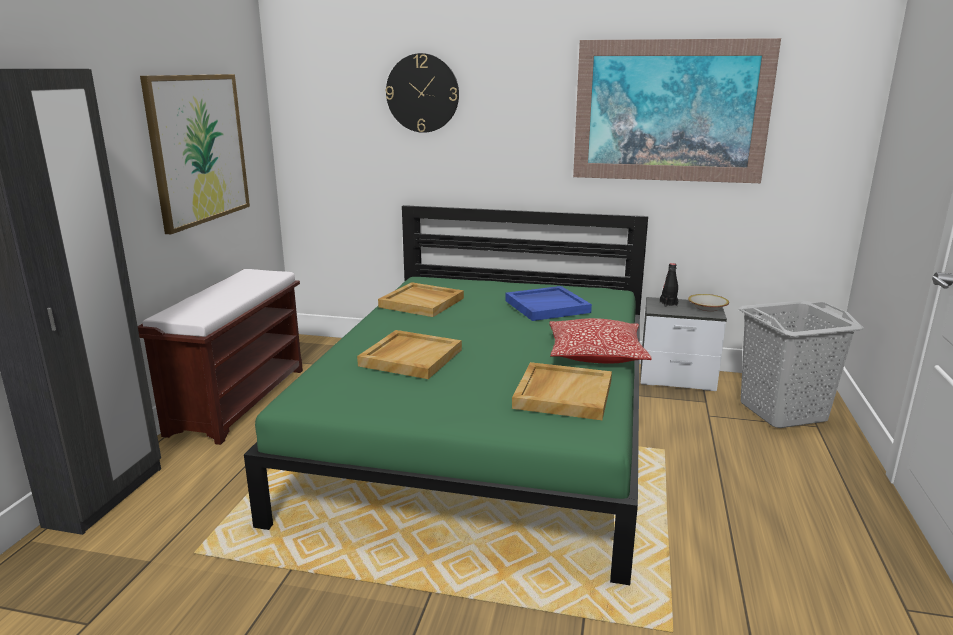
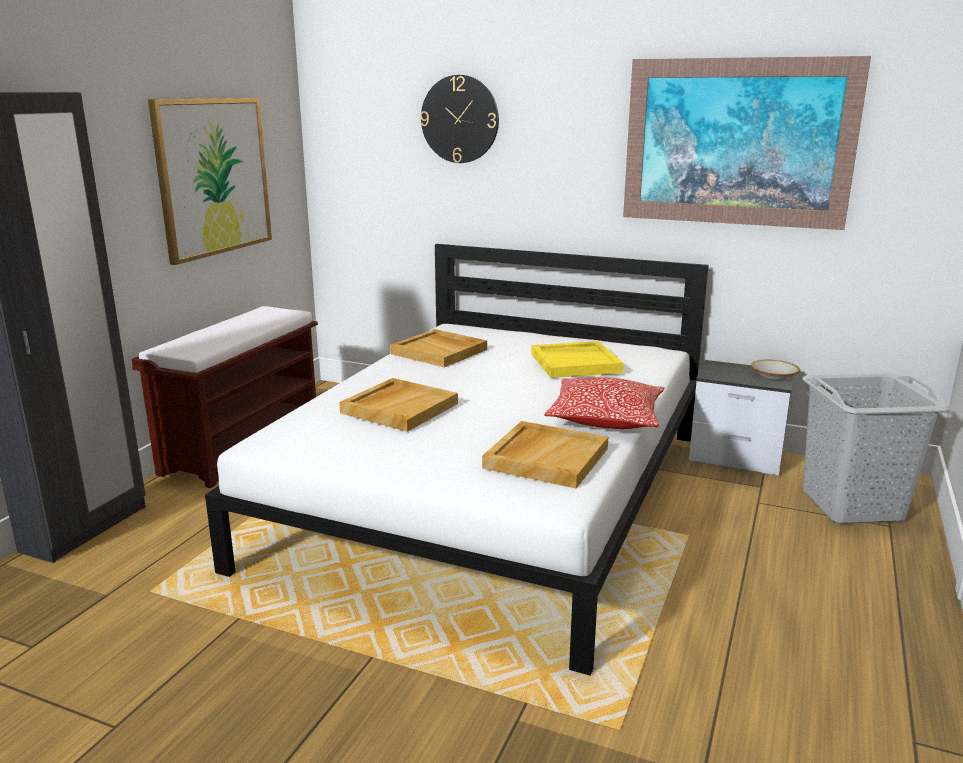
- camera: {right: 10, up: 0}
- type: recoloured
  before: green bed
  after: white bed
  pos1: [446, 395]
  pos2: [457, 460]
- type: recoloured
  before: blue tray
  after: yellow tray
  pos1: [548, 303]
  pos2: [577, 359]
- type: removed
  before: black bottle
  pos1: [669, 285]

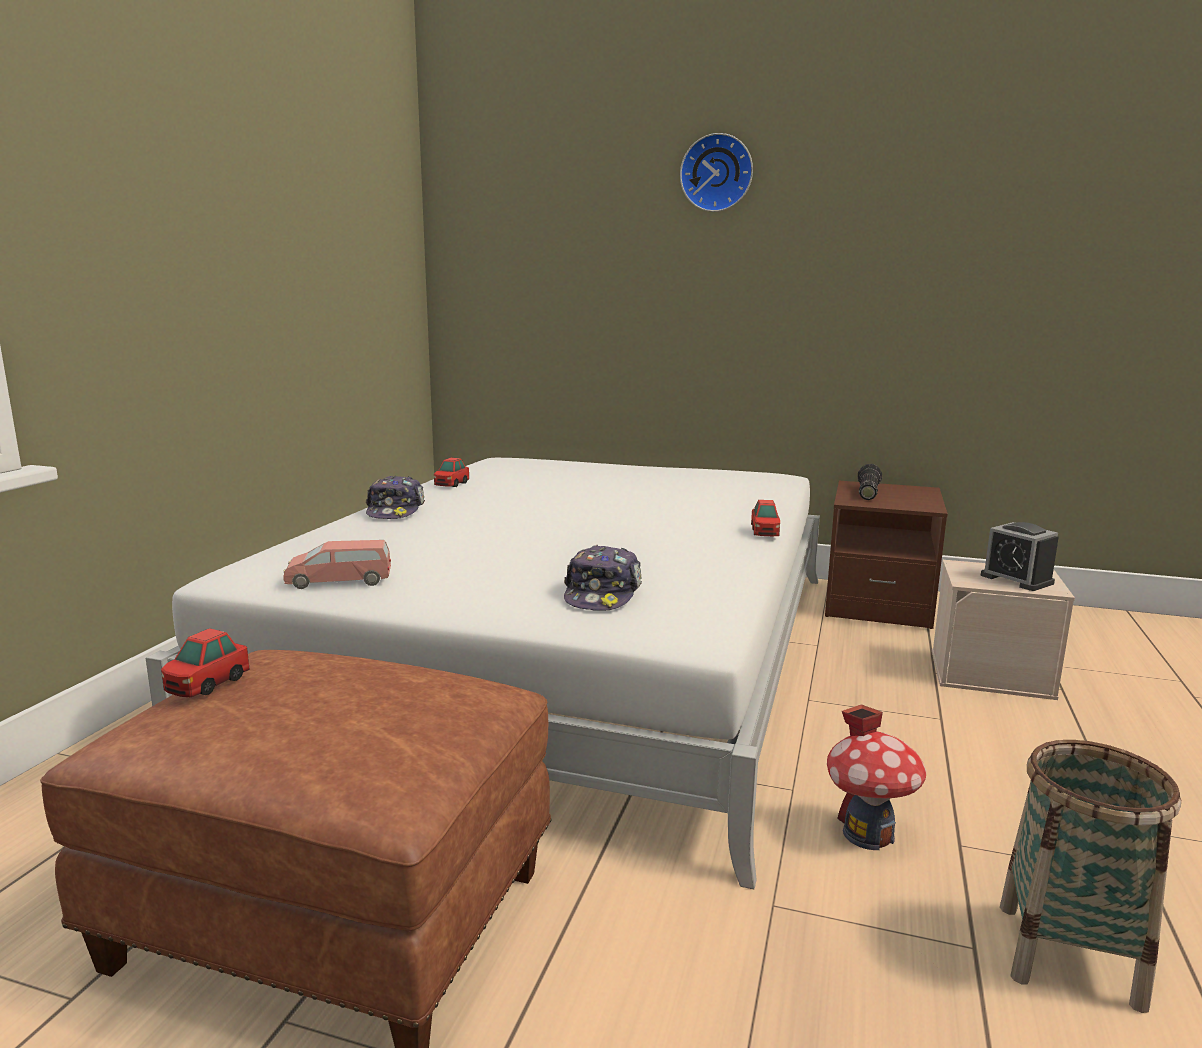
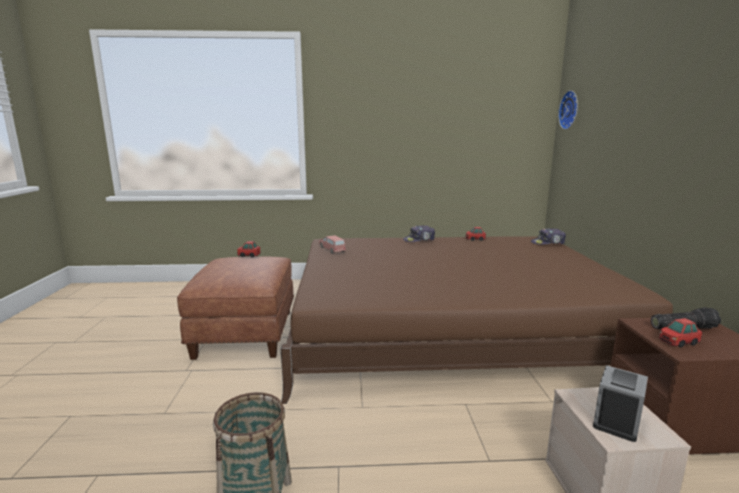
- camera: {right: 70, up: 0}
- type: recoloured
  before: white bed
  after: brown bed
  pos1: [483, 673]
  pos2: [477, 320]
- type: moved
  before: cap
  pos1: [603, 578]
  pos2: [548, 236]
- type: moved
  before: wall clock
  pos1: [716, 172]
  pos2: [568, 110]
- type: moved
  before: toy car
  pos1: [765, 518]
  pos2: [680, 332]
- type: removed
  before: toy house
  pos1: [876, 777]

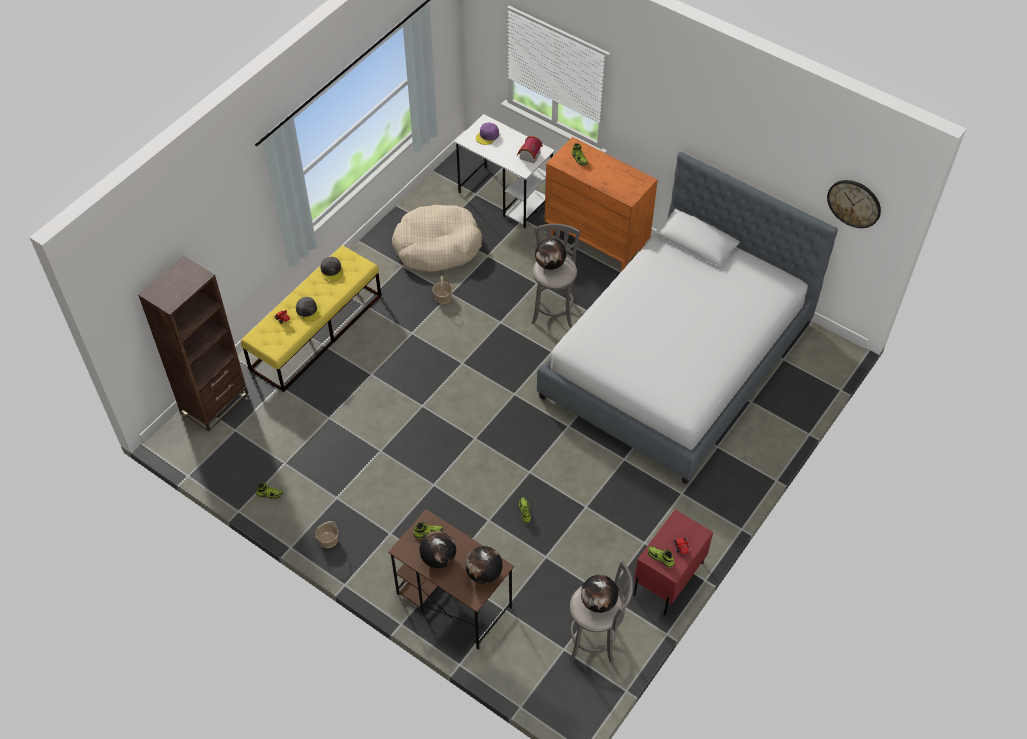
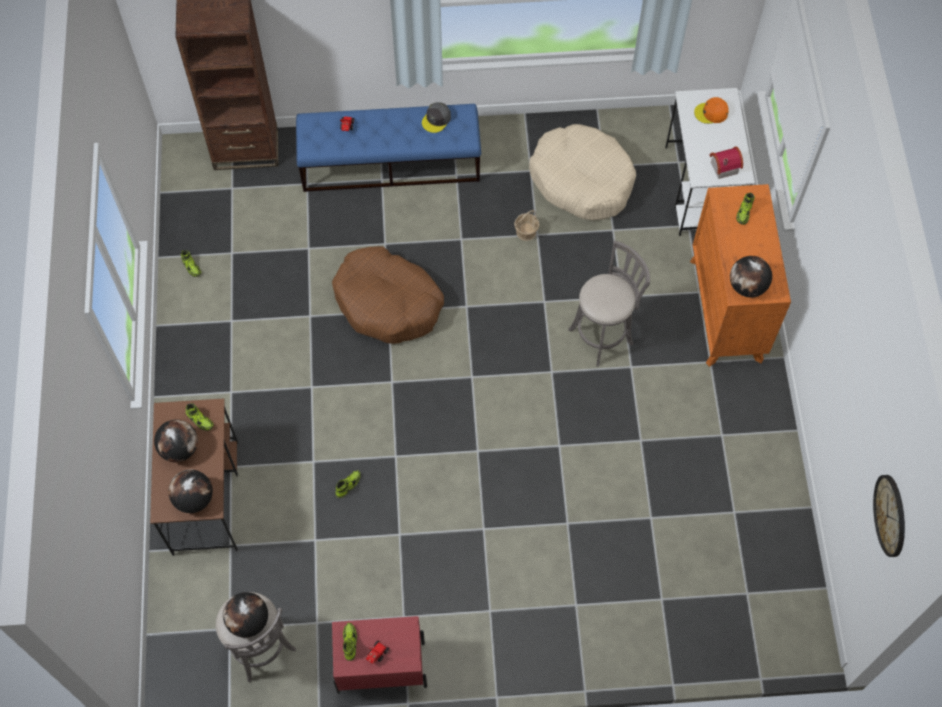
- camera: {right: 50, up: 10}
- type: recoloured
  before: yellow bench
  after: blue bench
  pos1: [311, 318]
  pos2: [388, 148]
- type: removed
  before: grey cap
  pos1: [309, 309]
- type: removed
  before: basket
  pos1: [327, 534]
- type: recoloured
  before: purple cap
  after: orange cap
  pos1: [487, 133]
  pos2: [711, 110]
- type: moved
  before: globe
  pos1: [550, 254]
  pos2: [751, 277]
- type: removed
  before: bed
  pos1: [687, 318]
- type: added
  after: brown dog bed
  pos2: [388, 295]

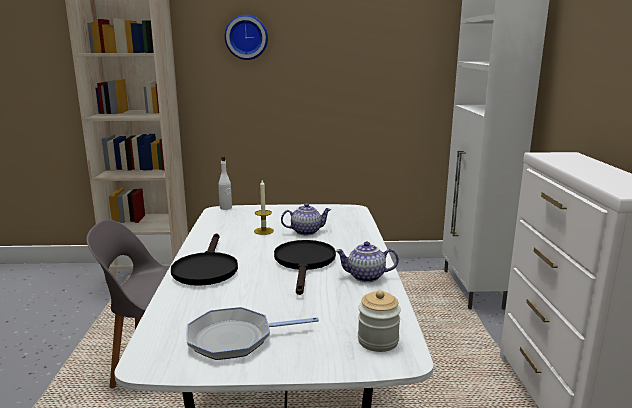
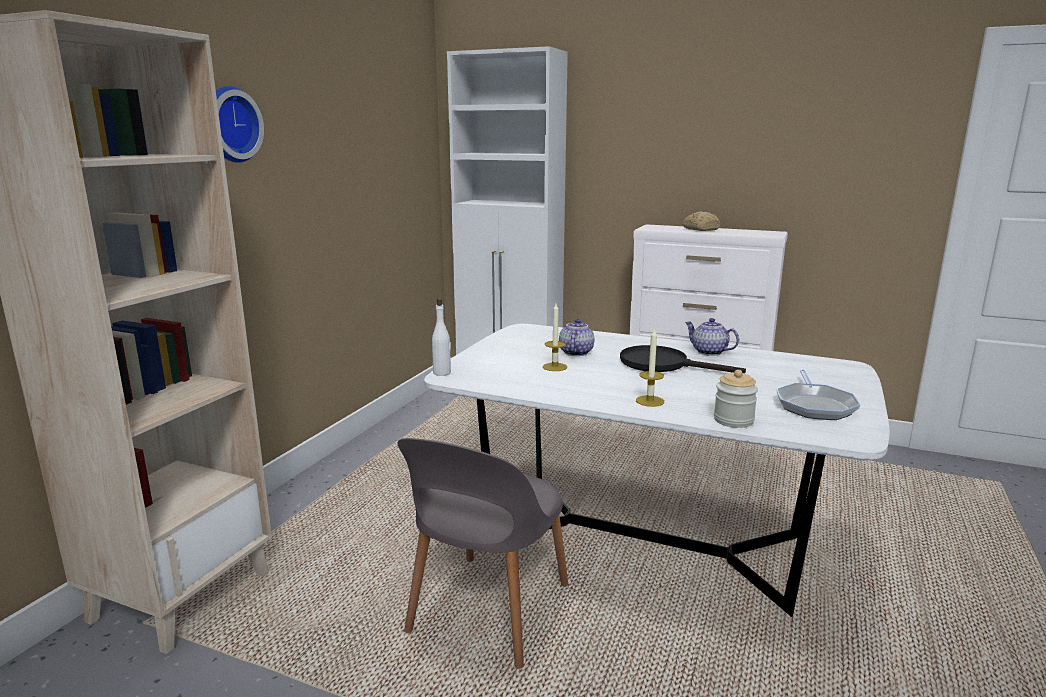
- camera: {right: -65, up: 0}
- type: replaced
  before: black frying pan
  after: candle
  pos1: [204, 259]
  pos2: [650, 367]
- type: turned
  before: teapot
  pos1: [367, 262]
  pos2: [712, 337]
  turn: 105
- type: moved
  before: jar
  pos1: [379, 321]
  pos2: [736, 399]
- type: added
  after: bread
  pos2: [701, 221]

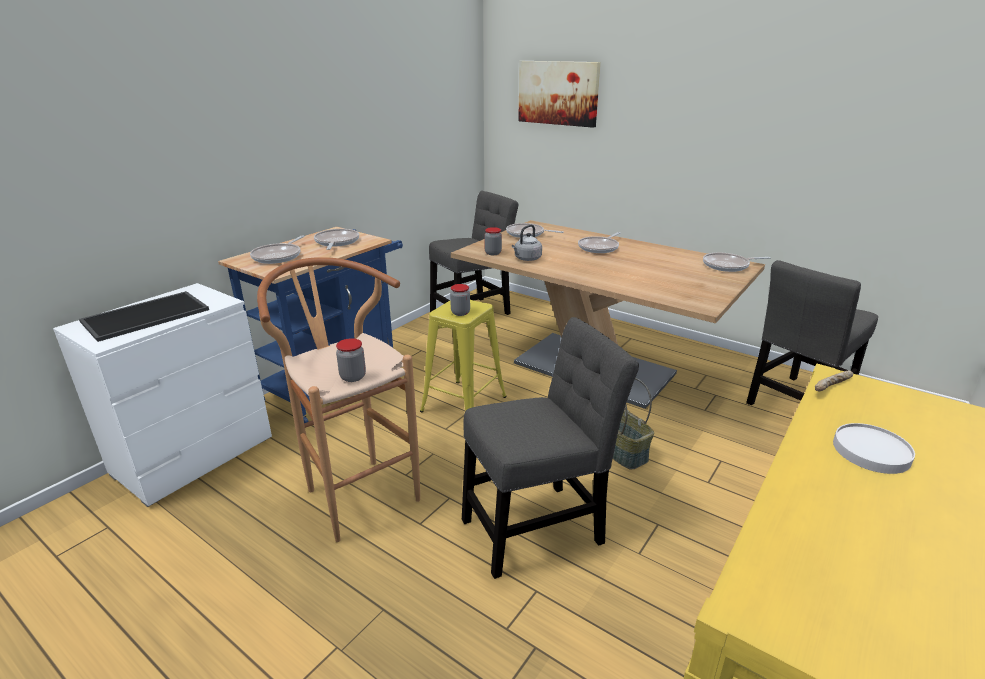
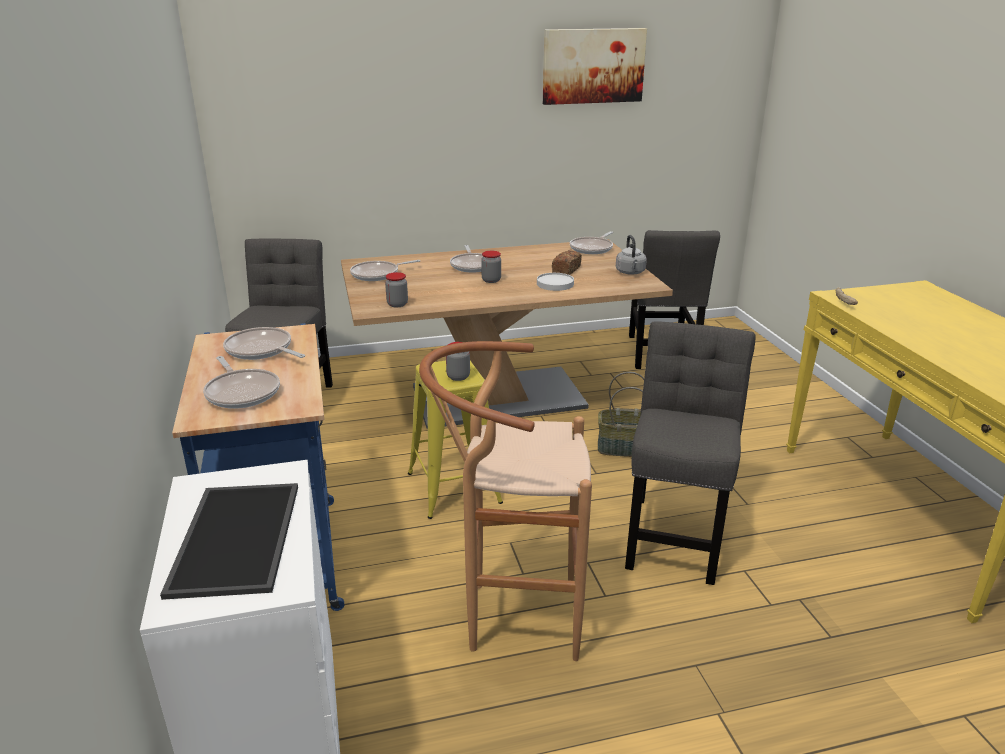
- camera: {right: -50, up: 0}
- type: moved
  before: jar
  pos1: [351, 360]
  pos2: [491, 267]
- type: moved
  before: grey kettle
  pos1: [527, 243]
  pos2: [631, 255]
- type: moved
  before: picture
  pos1: [559, 94]
  pos2: [595, 66]
- type: moved
  before: white plate
  pos1: [874, 448]
  pos2: [555, 282]
- type: added
  after: bread
  pos2: [567, 262]

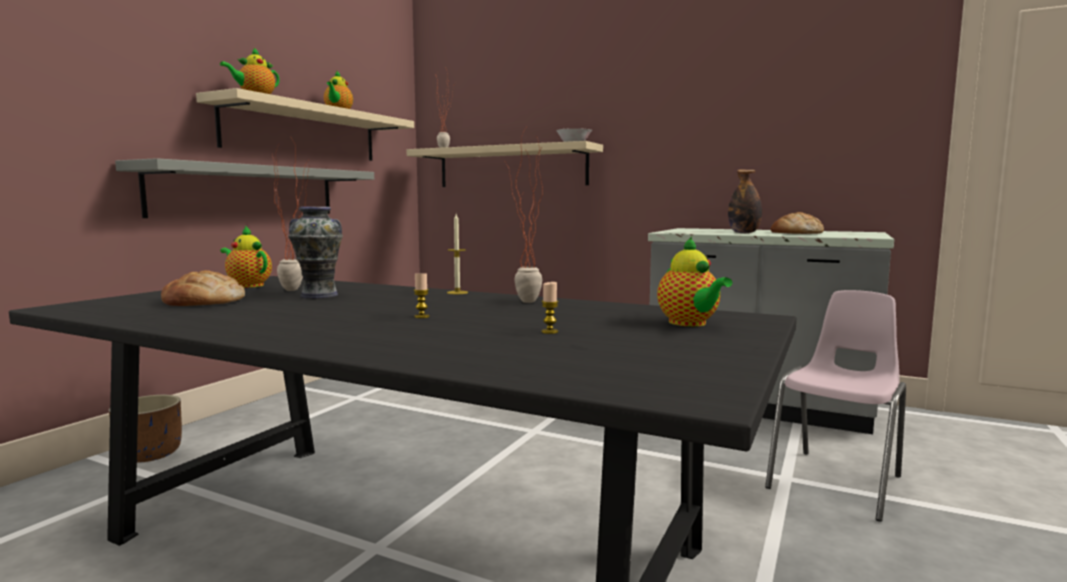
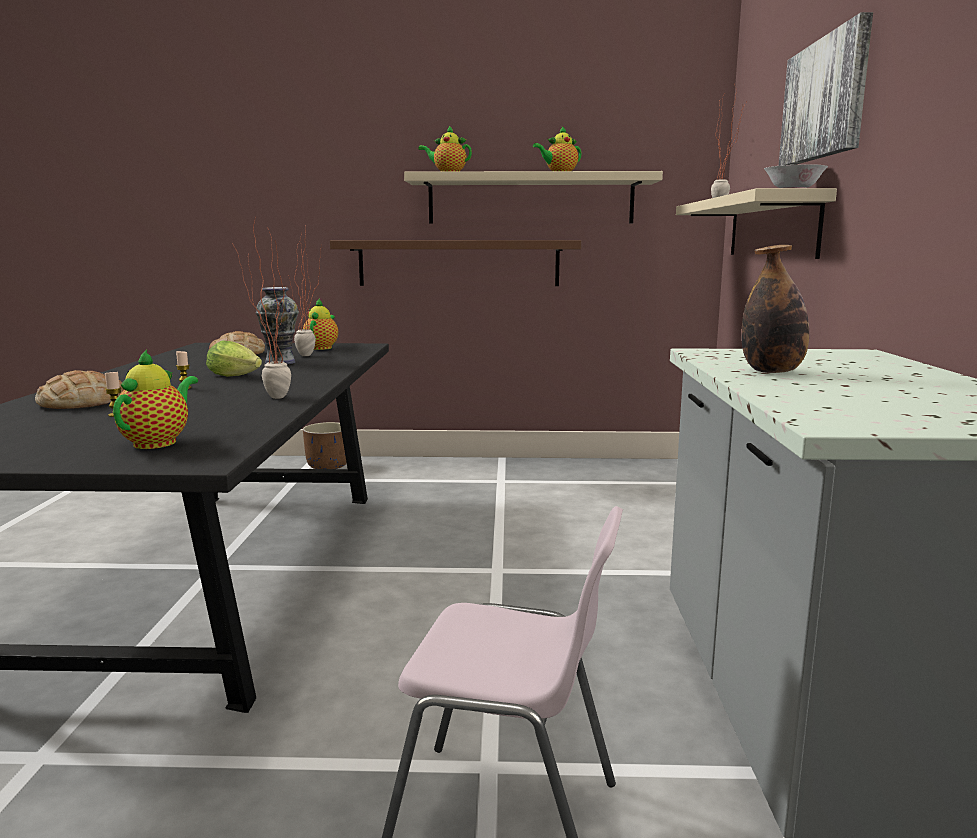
- camera: {right: 65, up: 5}
- type: recoloured
  before: grey shelf
  after: brown shelf
  pos1: [244, 188]
  pos2: [455, 263]
- type: removed
  before: candle
  pos1: [457, 254]
- type: turned
  before: teapot
  pos1: [694, 281]
  pos2: [155, 399]
  turn: 150
- type: moved
  before: bread
  pos1: [797, 223]
  pos2: [79, 389]
- type: added
  after: lettuce
  pos2: [234, 358]
- type: added
  after: picture
  pos2: [825, 89]

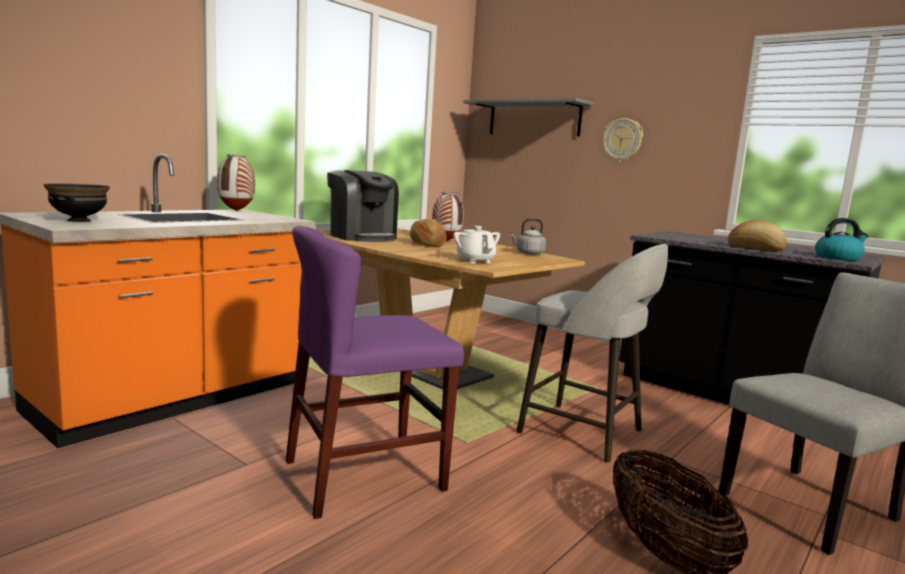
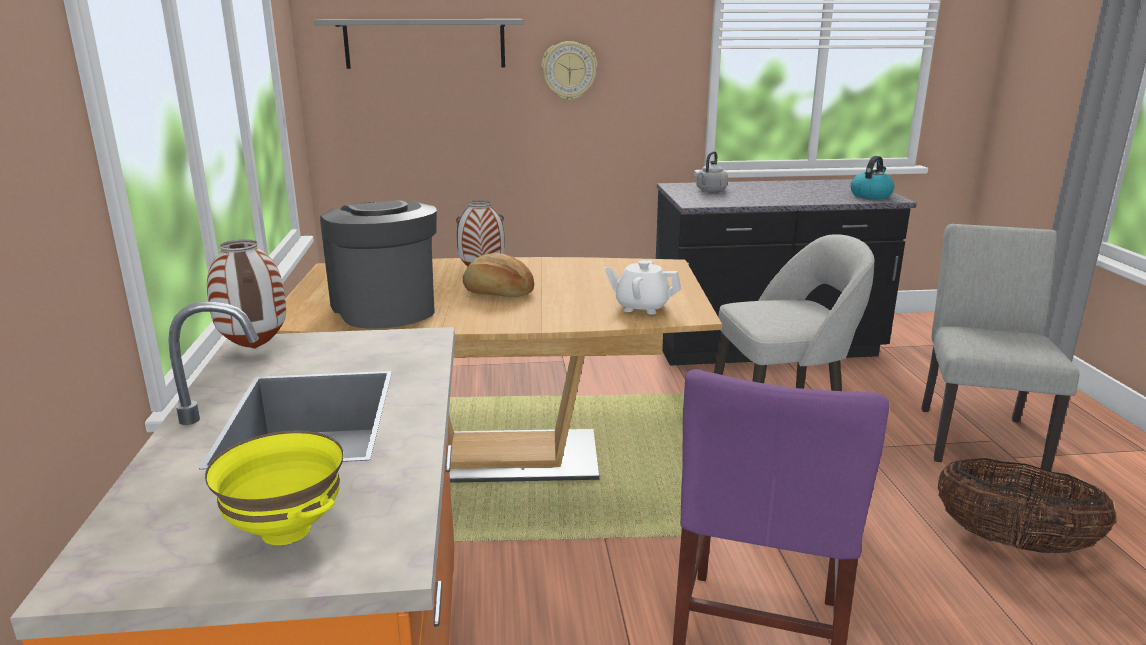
- camera: {right: -45, up: 10}
- type: recoloured
  before: black bowl
  after: yellow bowl
  pos1: [76, 202]
  pos2: [274, 488]
- type: turned
  before: coffee machine
  pos1: [363, 206]
  pos2: [378, 264]
  turn: -120
- type: moved
  before: grey kettle
  pos1: [528, 236]
  pos2: [712, 171]
- type: removed
  before: bread
  pos1: [757, 236]

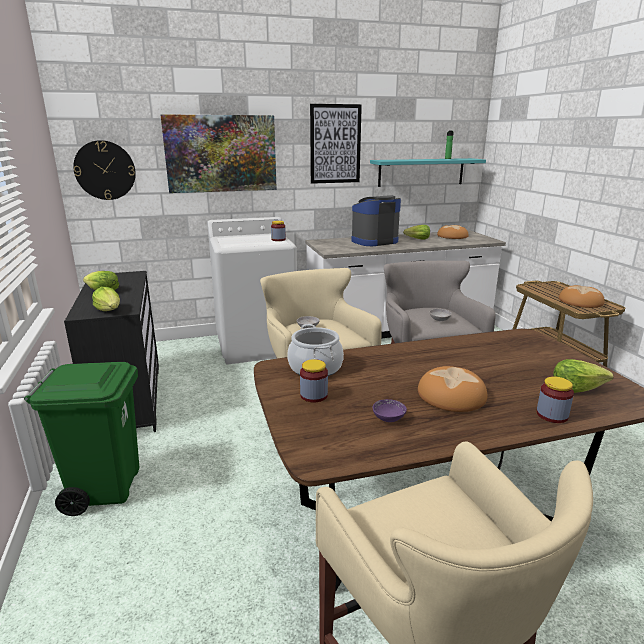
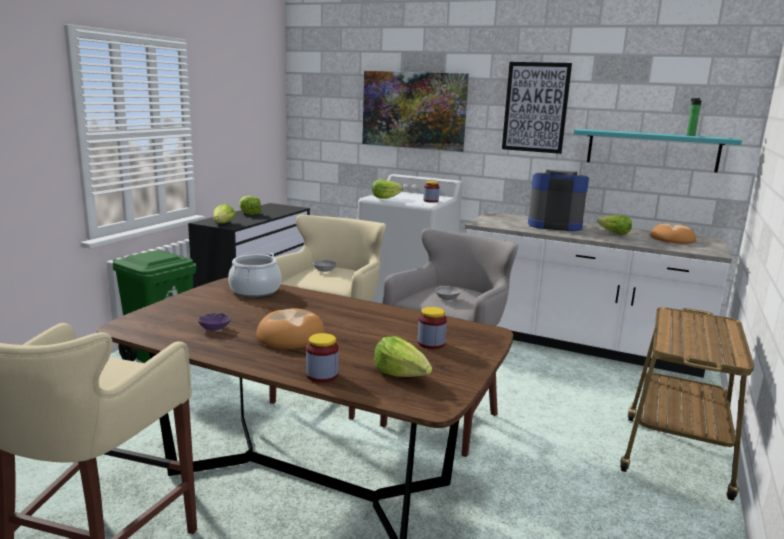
- camera: {right: 40, up: -5}
- type: removed
  before: wall clock
  pos1: [104, 170]
- type: moved
  before: jar
  pos1: [314, 380]
  pos2: [432, 328]
- type: removed
  before: bread
  pos1: [582, 296]
- type: added
  after: lettuce
  pos2: [387, 189]

